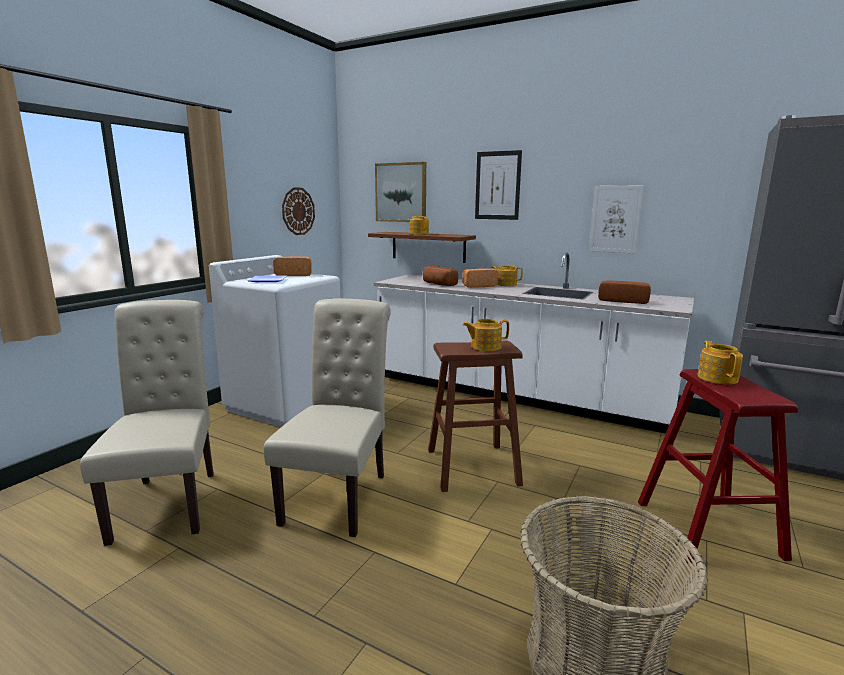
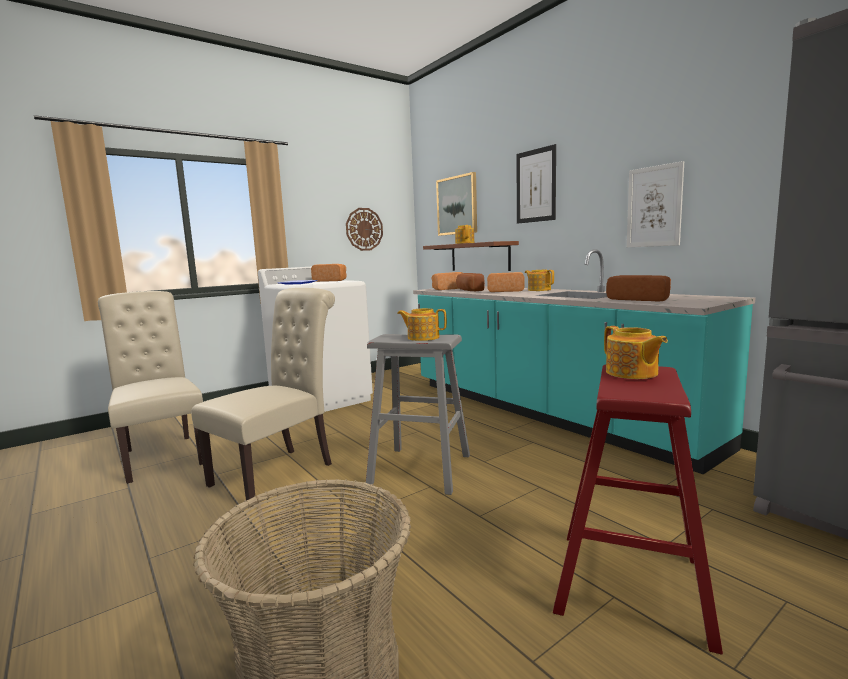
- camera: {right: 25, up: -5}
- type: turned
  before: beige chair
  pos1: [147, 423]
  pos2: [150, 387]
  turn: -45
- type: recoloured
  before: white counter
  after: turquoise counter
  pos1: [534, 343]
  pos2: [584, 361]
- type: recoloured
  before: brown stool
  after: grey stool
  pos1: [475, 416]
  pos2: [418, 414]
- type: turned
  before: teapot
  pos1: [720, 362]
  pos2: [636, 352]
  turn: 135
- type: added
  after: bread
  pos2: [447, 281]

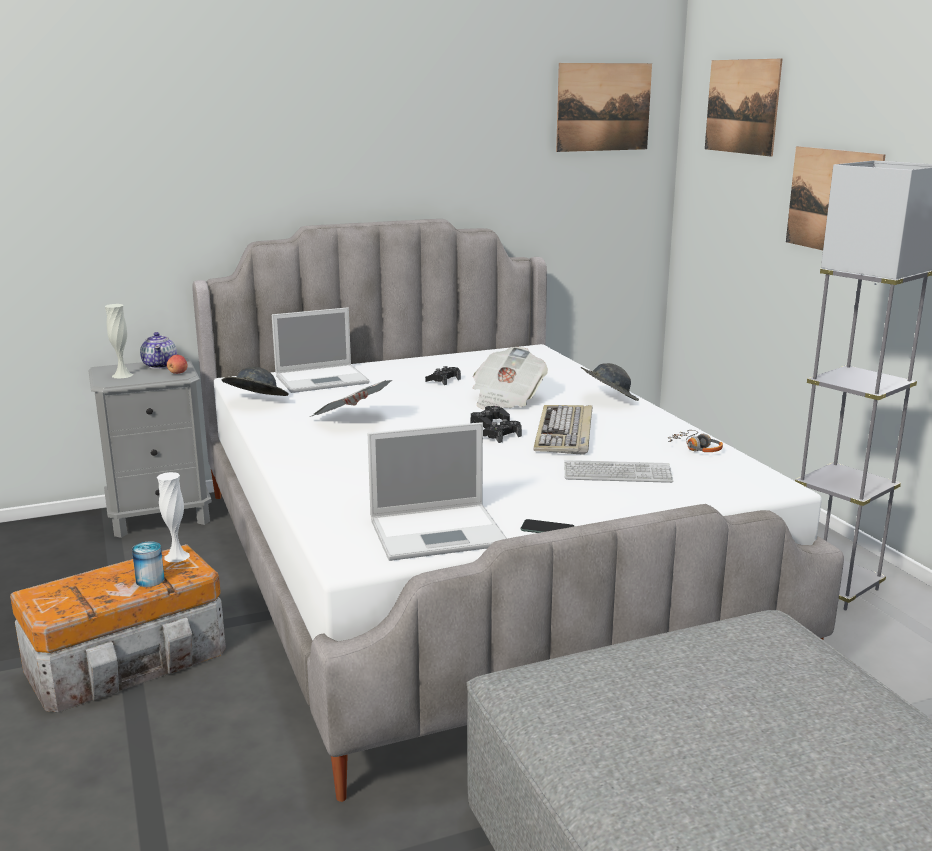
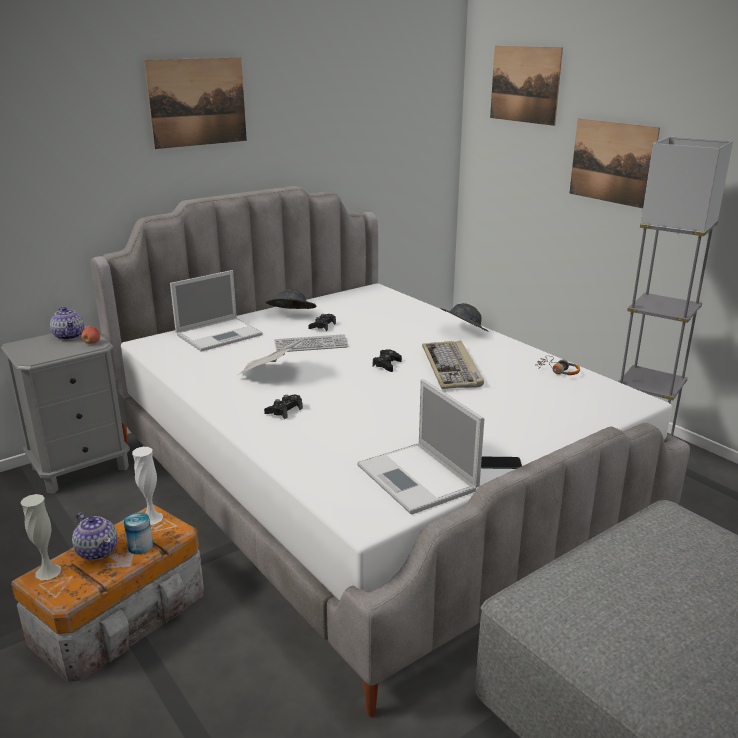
- camera: {right: -15, up: 5}
- type: moved
  before: white vase
  pos1: [119, 341]
  pos2: [40, 537]
- type: moved
  before: grey hat
  pos1: [255, 381]
  pos2: [290, 299]
- type: turned
  before: laptop
  pos1: [437, 491]
  pos2: [420, 447]
  turn: 90
- type: removed
  before: newspaper
  pos1: [510, 378]
- type: moved
  before: black game controller
  pos1: [502, 431]
  pos2: [283, 406]
- type: moved
  before: picture
  pos1: [604, 107]
  pos2: [195, 103]
- type: moved
  before: keyboard
  pos1: [618, 471]
  pos2: [311, 343]
- type: added
  after: teapot
  pos2: [95, 536]

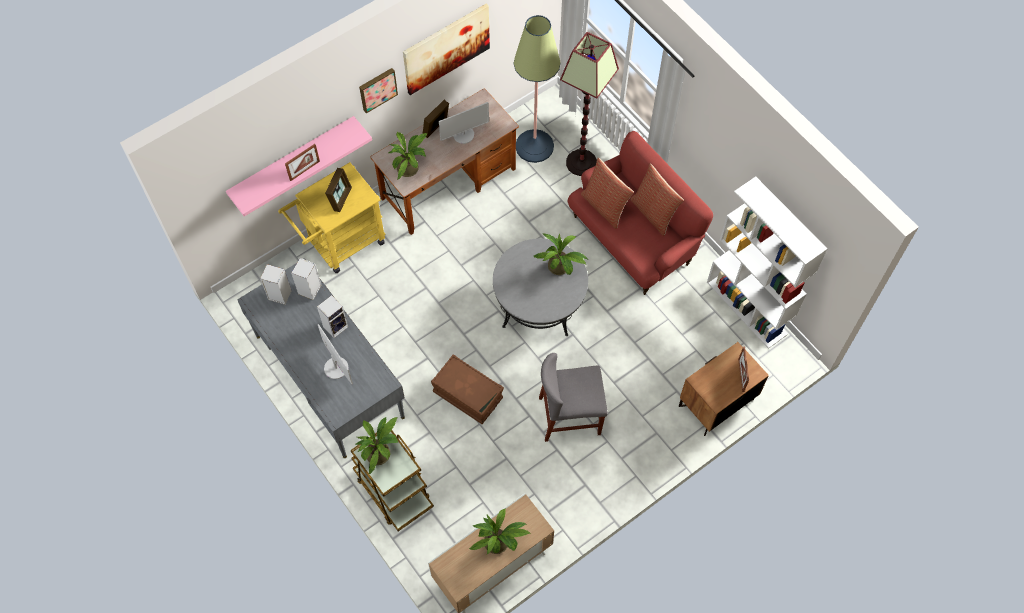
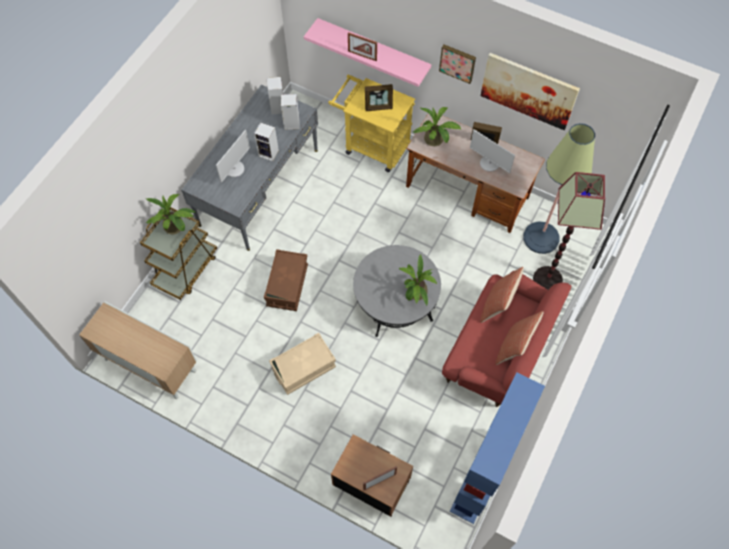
- camera: {right: 65, up: 0}
- type: removed
  before: potted plant
  pos1: [500, 531]
- type: replaced
  before: grey chair
  after: beige storage box
  pos1: [573, 397]
  pos2: [302, 364]
- type: recoloured
  before: white bookcase
  after: blue bookcase
  pos1: [767, 263]
  pos2: [497, 448]

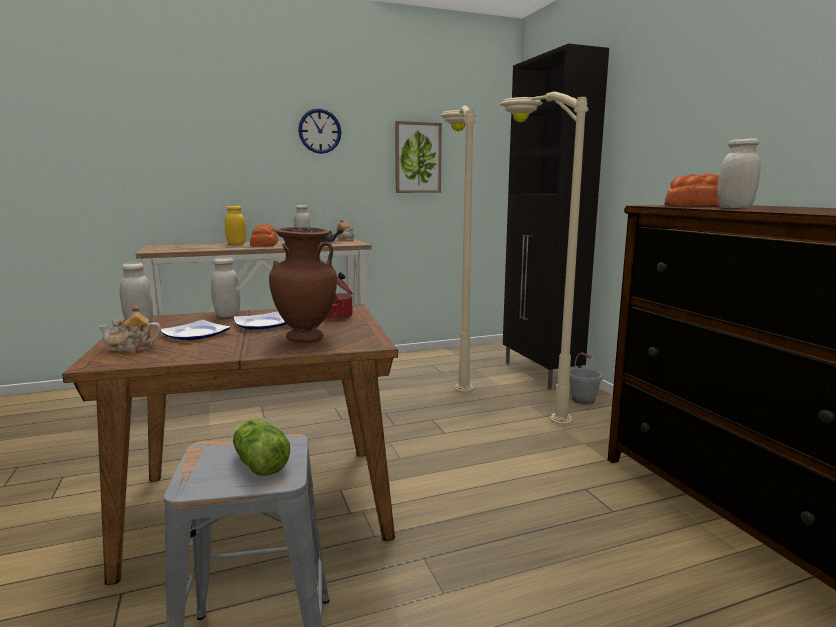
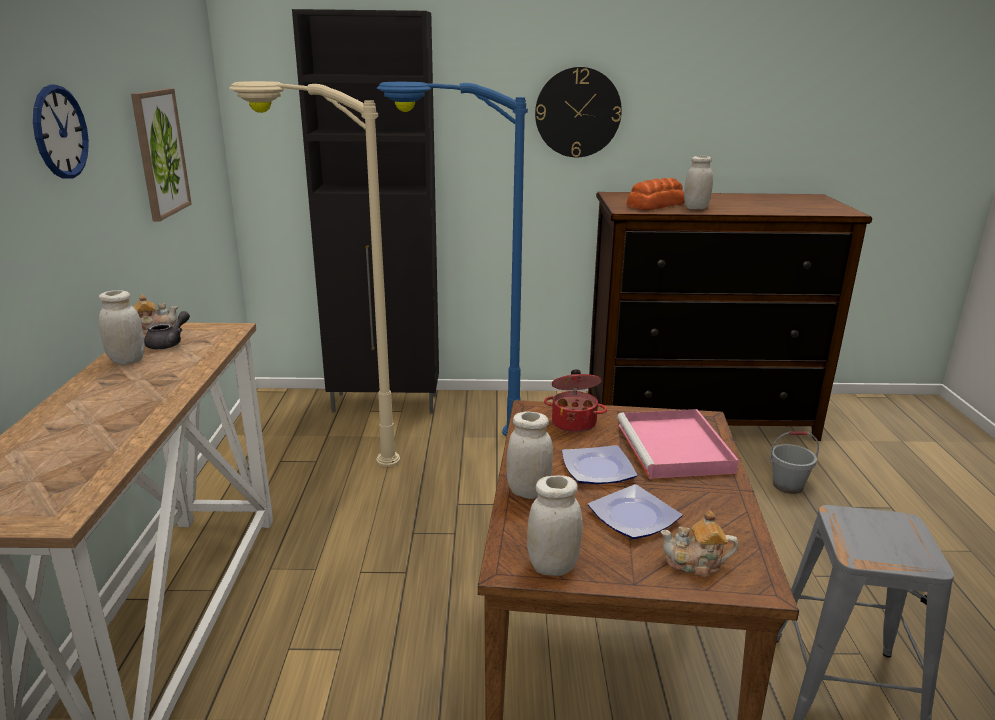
- camera: {right: -70, up: 10}
- type: turned
  before: teapot
  pos1: [130, 328]
  pos2: [699, 543]
  turn: 90
- type: removed
  before: yellow jar
  pos1: [235, 225]
- type: removed
  before: lettuce
  pos1: [261, 448]
- type: removed
  before: bread
  pos1: [264, 235]
- type: replaced
  before: brown vase
  after: pink tray
  pos1: [303, 284]
  pos2: [678, 444]
- type: recoloured
  before: beige floor lamp
  after: blue floor lamp
  pos1: [544, 258]
  pos2: [452, 259]
- type: moved
  before: grey bucket
  pos1: [586, 378]
  pos2: [794, 462]
- type: added
  after: wall clock
  pos2: [578, 112]

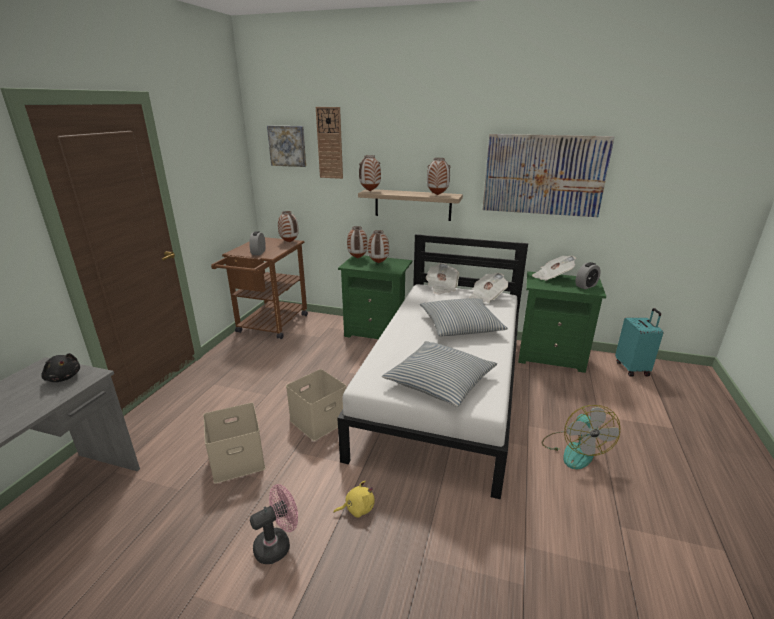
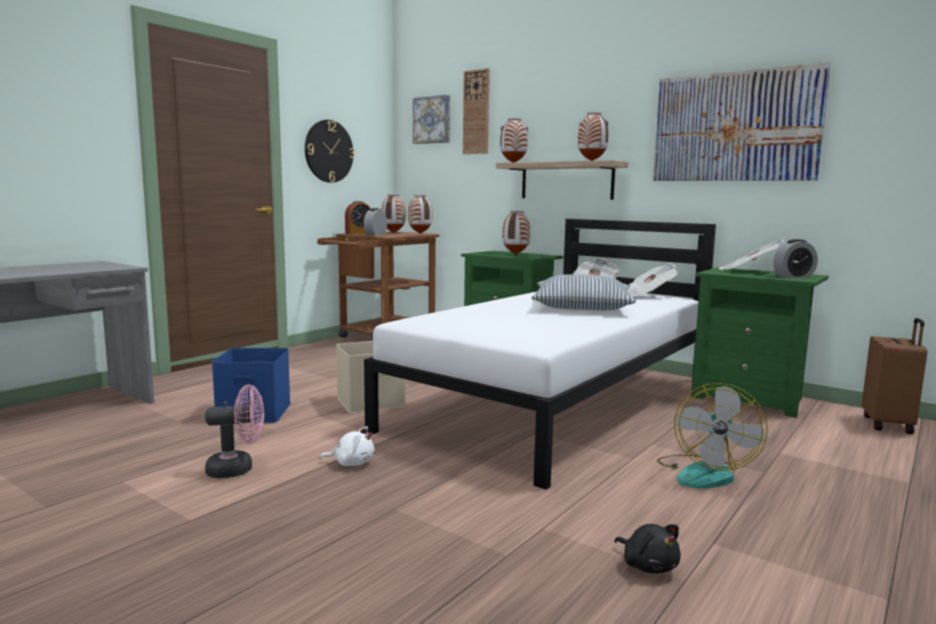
- camera: {right: 20, up: -15}
- type: moved
  before: black plush toy
  pos1: [60, 367]
  pos2: [647, 549]
- type: recoloured
  before: beige storage box
  after: blue storage box
  pos1: [234, 443]
  pos2: [251, 385]
- type: recoloured
  before: yellow plush toy
  after: white plush toy
  pos1: [354, 499]
  pos2: [347, 446]
- type: moved
  before: vase
  pos1: [357, 242]
  pos2: [393, 214]
- type: removed
  before: pillow
  pos1: [439, 374]
- type: recoloured
  before: turquoise suitcase
  after: brown suitcase
  pos1: [639, 342]
  pos2: [894, 376]
- type: added
  after: wall clock
  pos2: [330, 151]
- type: added
  after: alarm clock
  pos2: [358, 217]

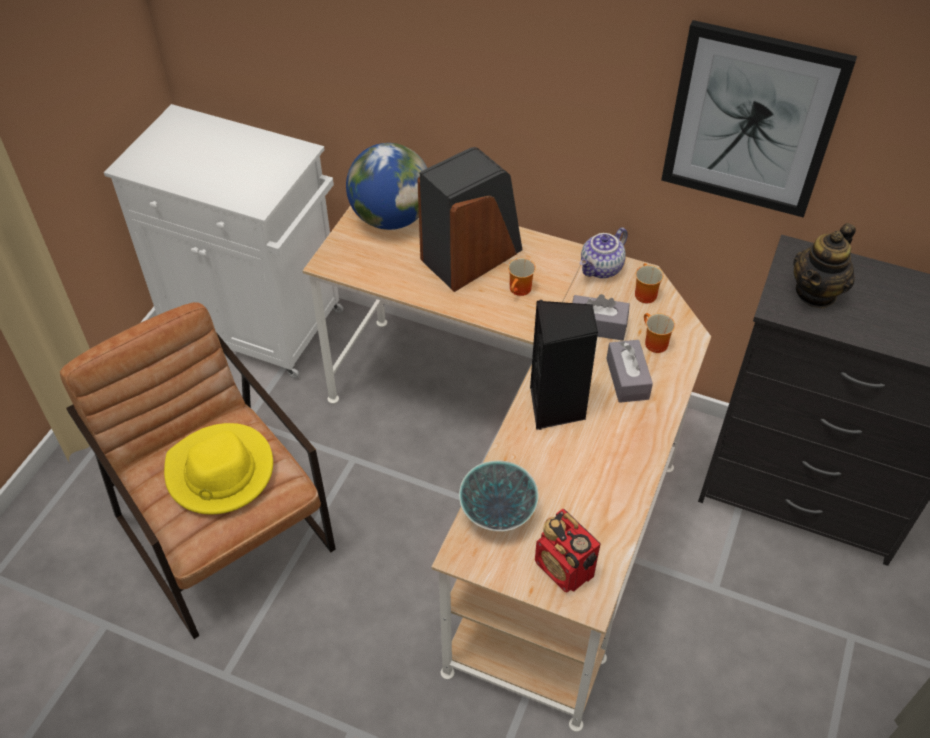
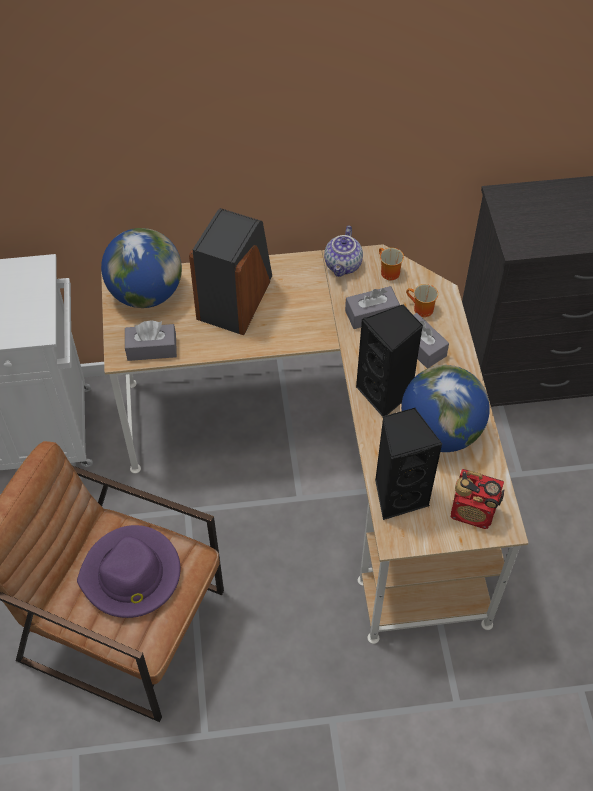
- camera: {right: -30, up: 5}
- type: recoloured
  before: yellow hat
  after: purple hat
  pos1: [218, 469]
  pos2: [128, 571]
- type: replaced
  before: bowl
  after: black speaker
  pos1: [499, 496]
  pos2: [408, 463]
- type: removed
  before: mug
  pos1: [522, 277]
- type: removed
  before: picture
  pos1: [759, 119]
- type: removed
  before: teapot
  pos1: [825, 266]
- type: added
  after: grey tissue box
  pos2: [151, 340]
- type: added
  after: globe
  pos2: [445, 408]

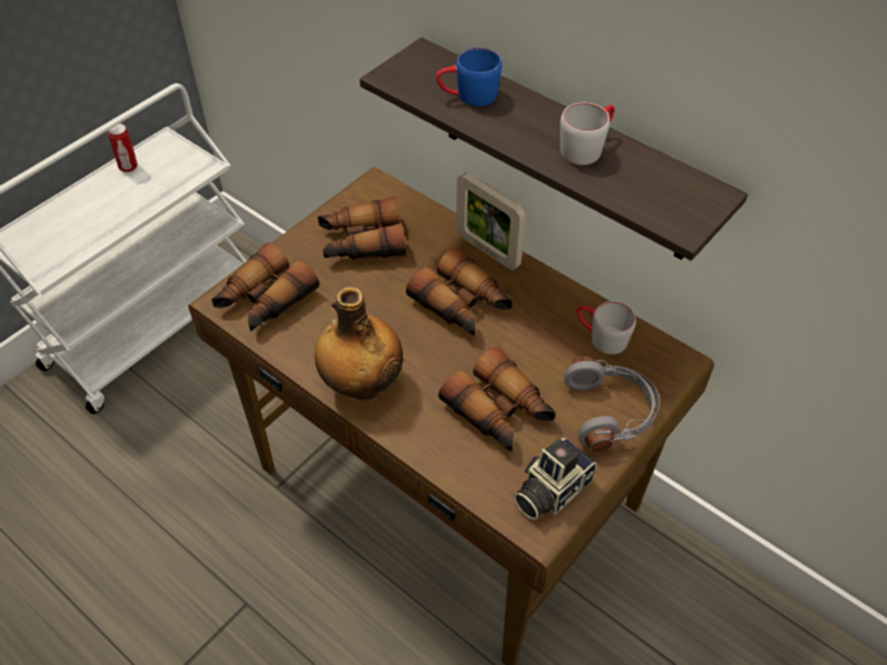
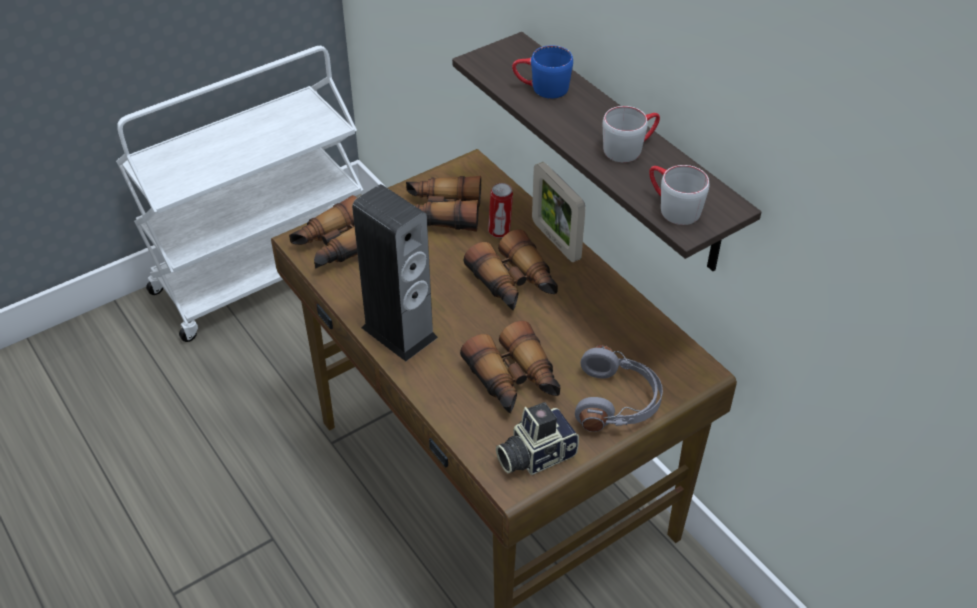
- camera: {right: 15, up: -5}
- type: moved
  before: can
  pos1: [123, 147]
  pos2: [500, 210]
- type: replaced
  before: bottle
  after: speaker
  pos1: [359, 343]
  pos2: [395, 272]
- type: moved
  before: grey mug
  pos1: [606, 328]
  pos2: [679, 195]

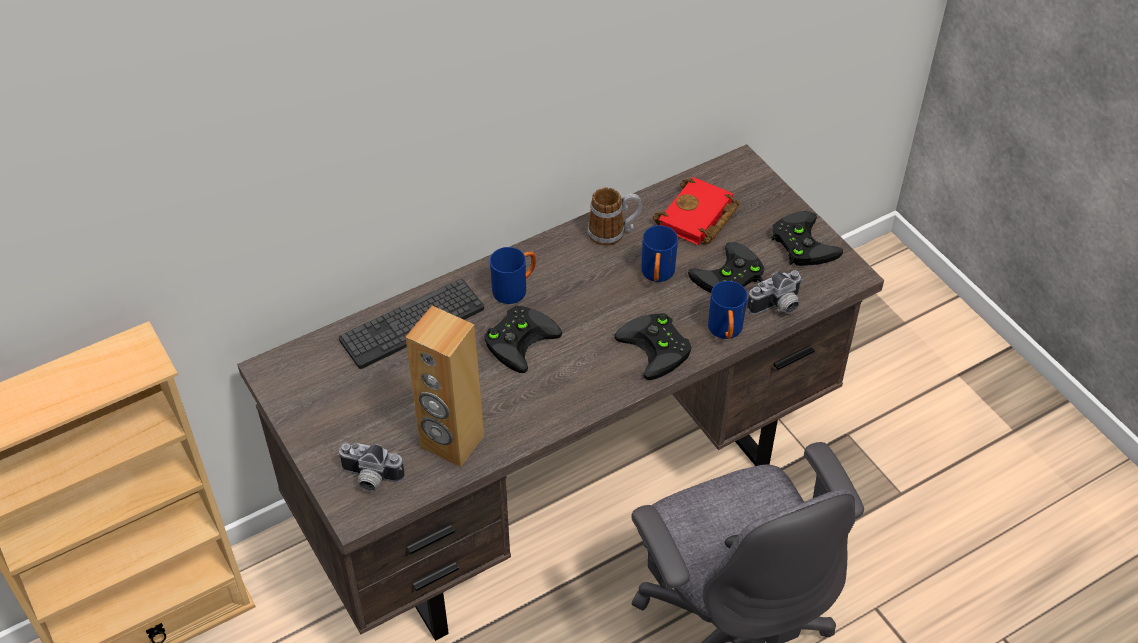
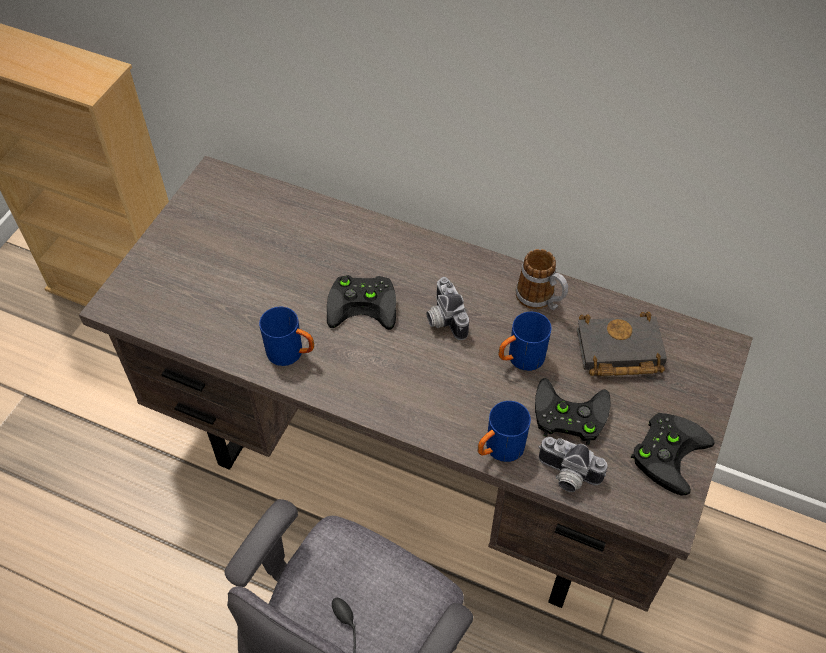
- camera: {right: 55, up: 5}
- type: moved
  before: photo camera
  pos1: [371, 467]
  pos2: [447, 308]
- type: removed
  before: keyboard
  pos1: [411, 324]
- type: removed
  before: brown speaker
  pos1: [444, 386]
- type: moved
  before: blue mug
  pos1: [513, 275]
  pos2: [286, 336]
- type: removed
  before: black game controller
  pos1: [652, 346]
- type: recoloured
  before: red book
  after: black book
  pos1: [696, 211]
  pos2: [621, 344]

